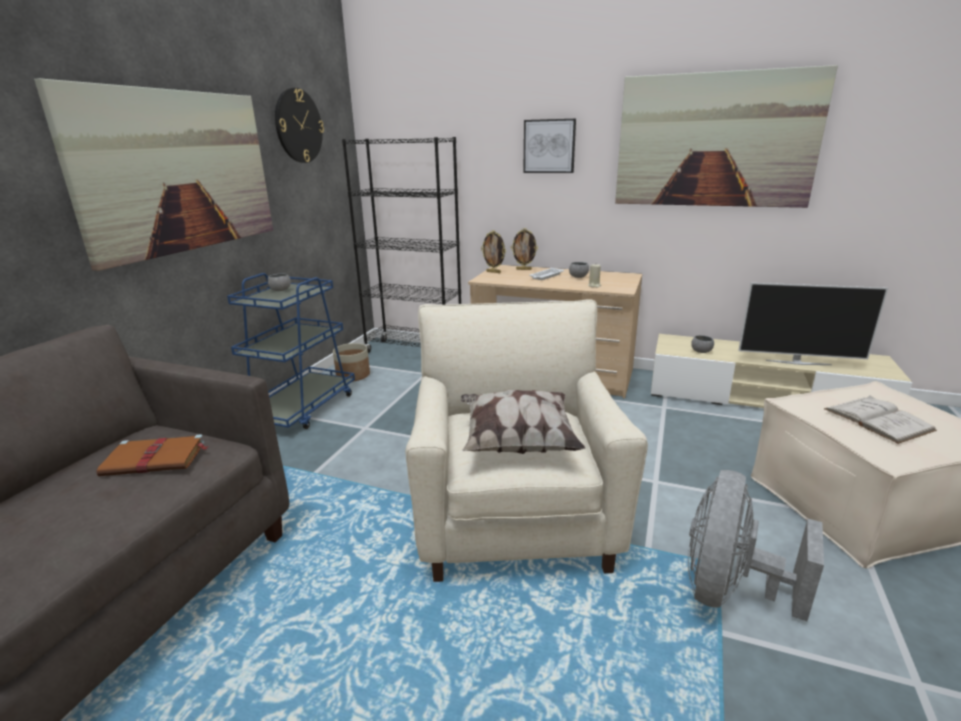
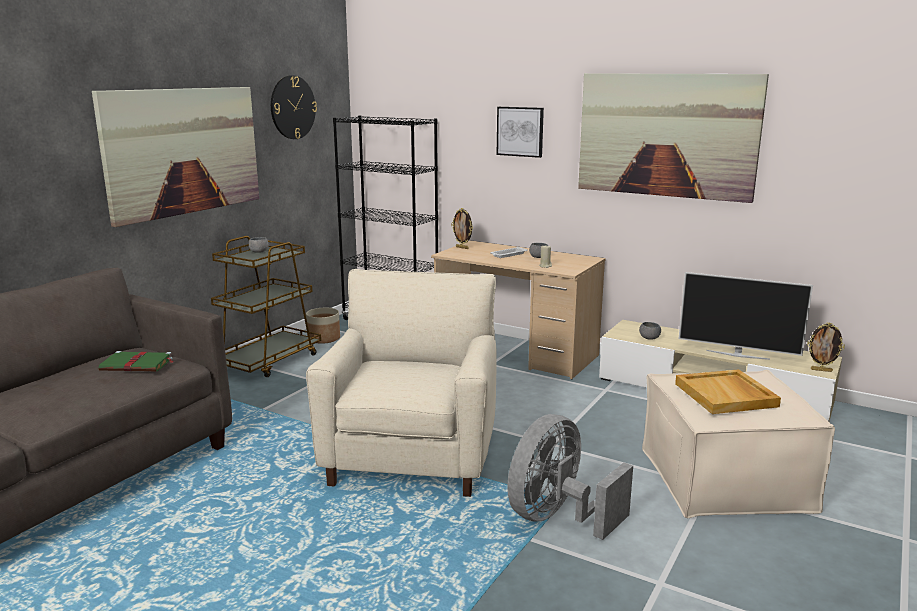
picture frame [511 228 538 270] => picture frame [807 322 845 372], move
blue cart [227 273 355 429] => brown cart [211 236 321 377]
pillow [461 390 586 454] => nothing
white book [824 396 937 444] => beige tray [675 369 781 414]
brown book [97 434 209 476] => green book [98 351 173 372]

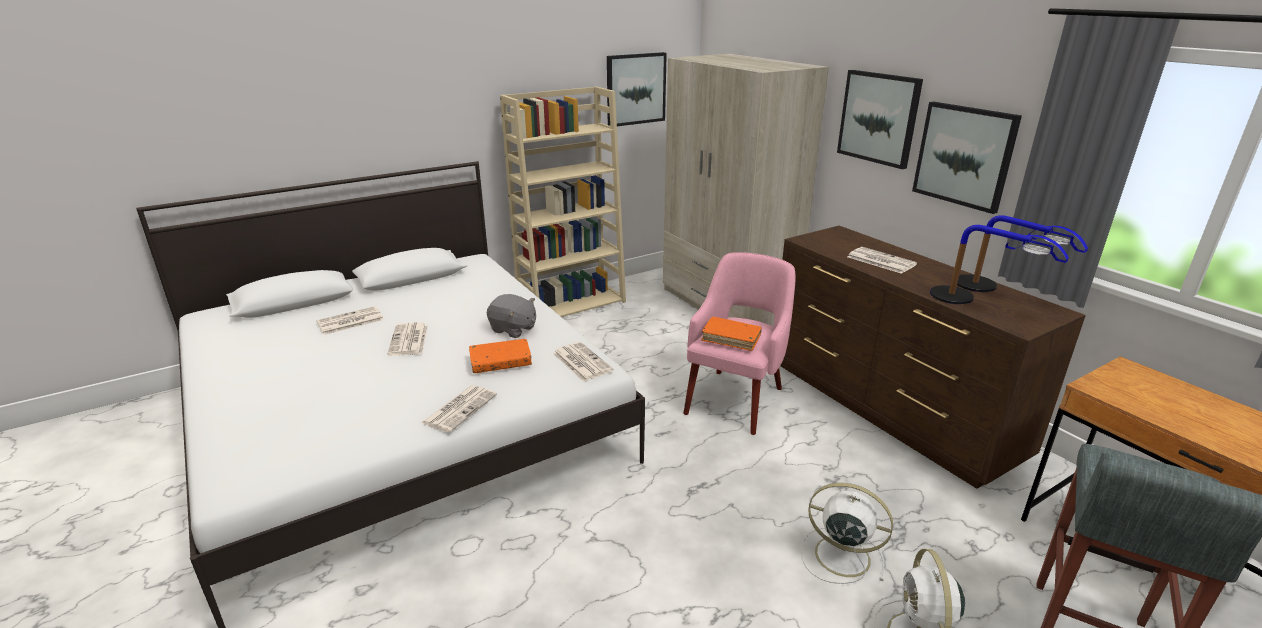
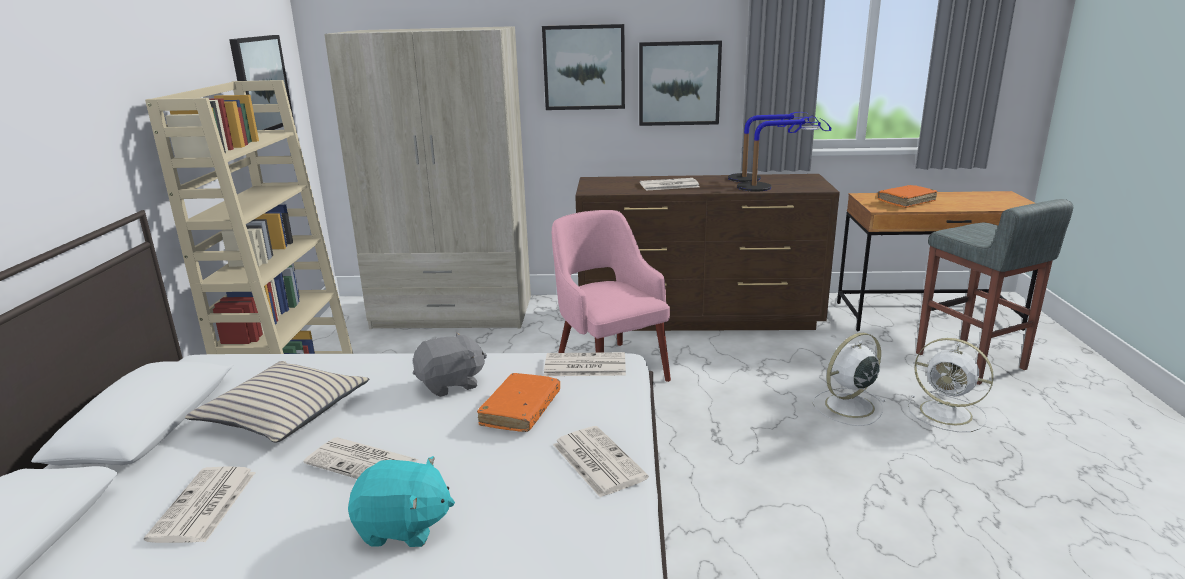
orange book [701 317 762 351] => orange book [877 185 938 208], move
nothing => beige pillow [185 361 369 443]
nothing => turquoise plush toy [348 456 455 547]

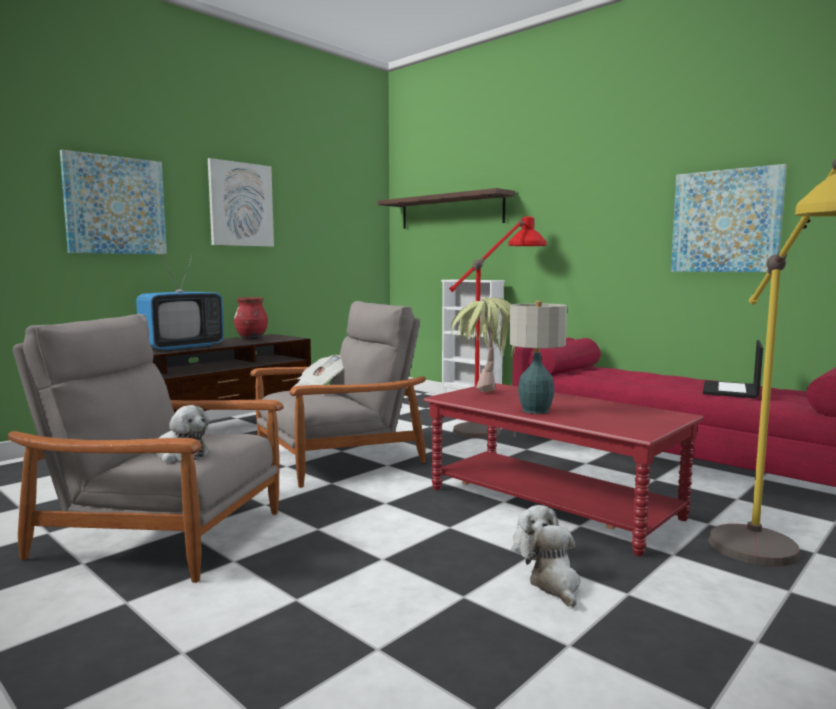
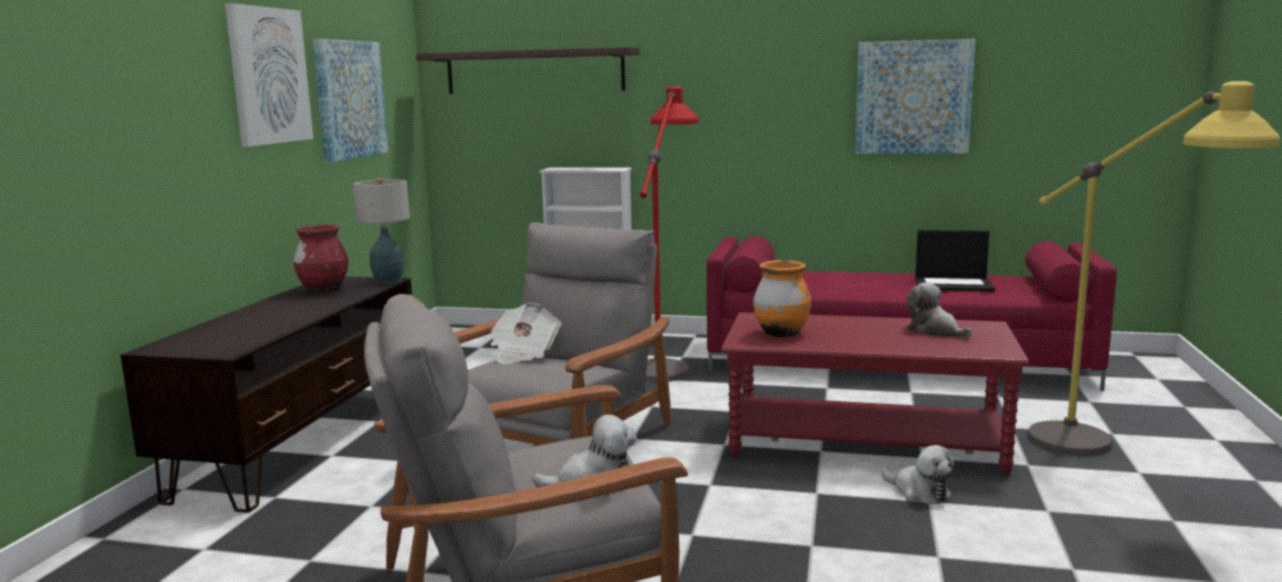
picture [60 150 167 254] => picture [313 39 388 162], move
television [136 255 224 351] => nothing
potted plant [451 297 515 392] => orange vase [753 260 811 337]
table lamp [509 301 567 414] => table lamp [353 178 410 284], move
laptop [703 340 763 398] => laptop [915 230 995 291], 75 degrees counterclockwise
plush toy [526 525 580 608] => plush toy [906 282 972 338], move

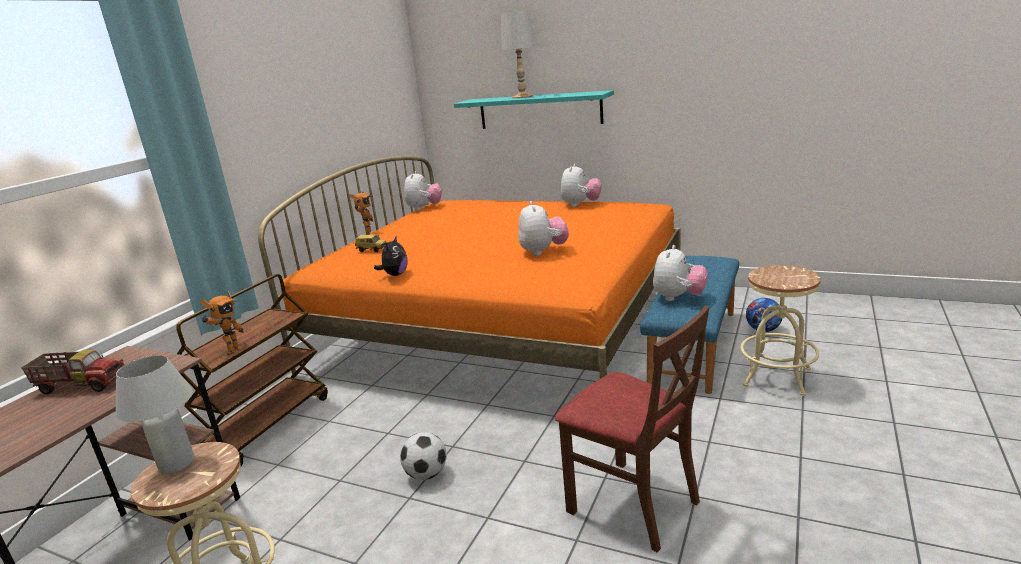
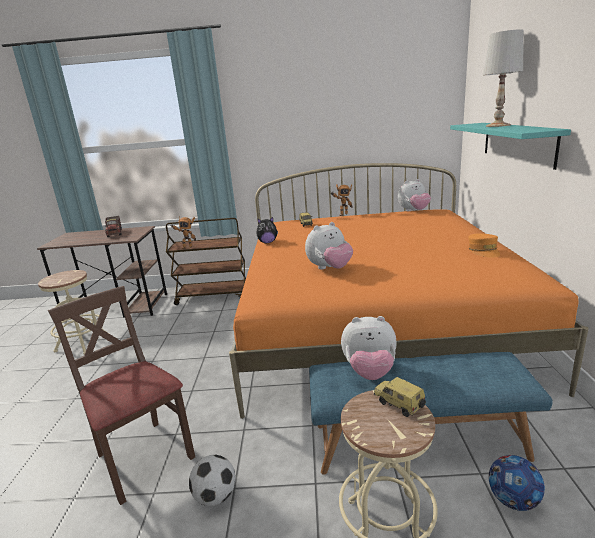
plush toy [561 163 601 207] => orange cap [468 233 500 258]
brown chair [555 306 709 553] => brown chair [48 286 195 505], 120 degrees clockwise
white table lamp [116 355 194 474] => nothing
football [400 432 447 480] => football [189 455 236 506], move
nothing => toy car [374 377 426 417]

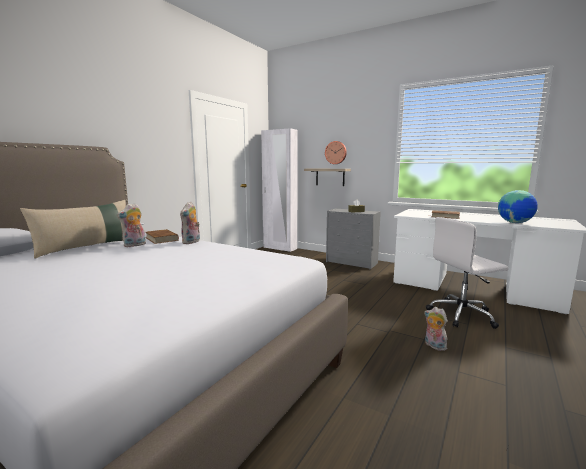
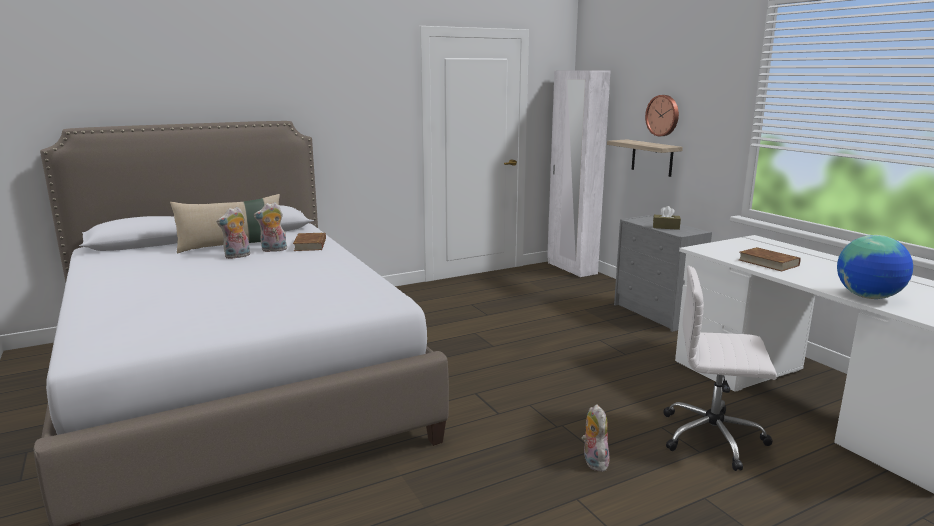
plush toy [180 202 200 244] => plush toy [217 207 250 259], move

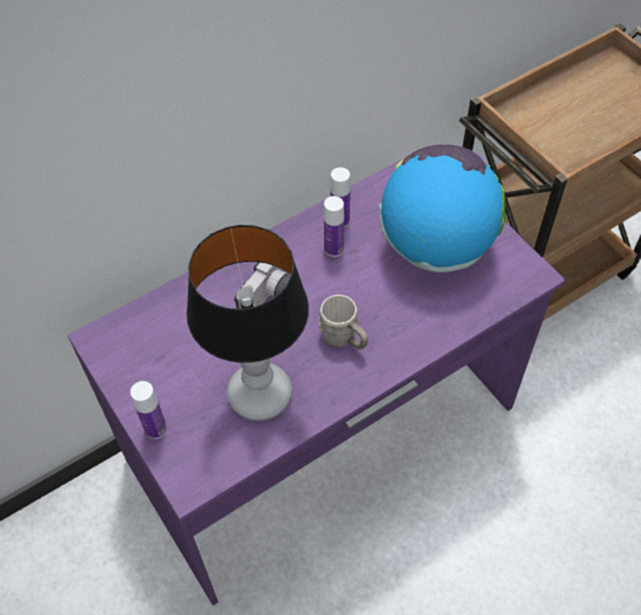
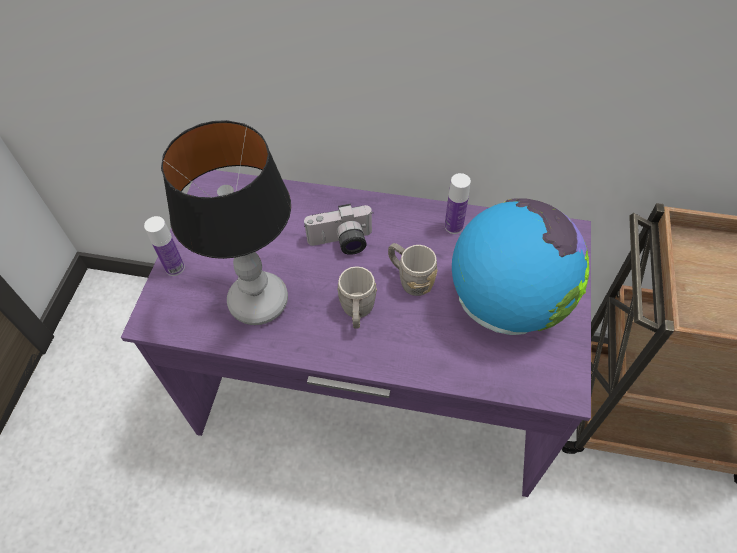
bottle [324 196 344 257] => nothing
nothing => grey mug [388 243 437 296]

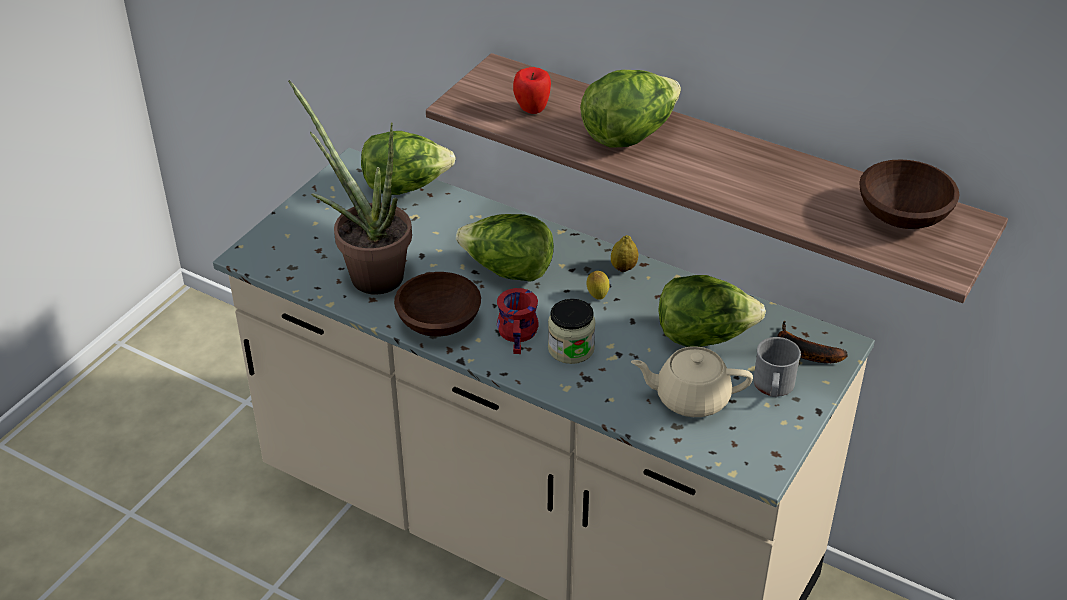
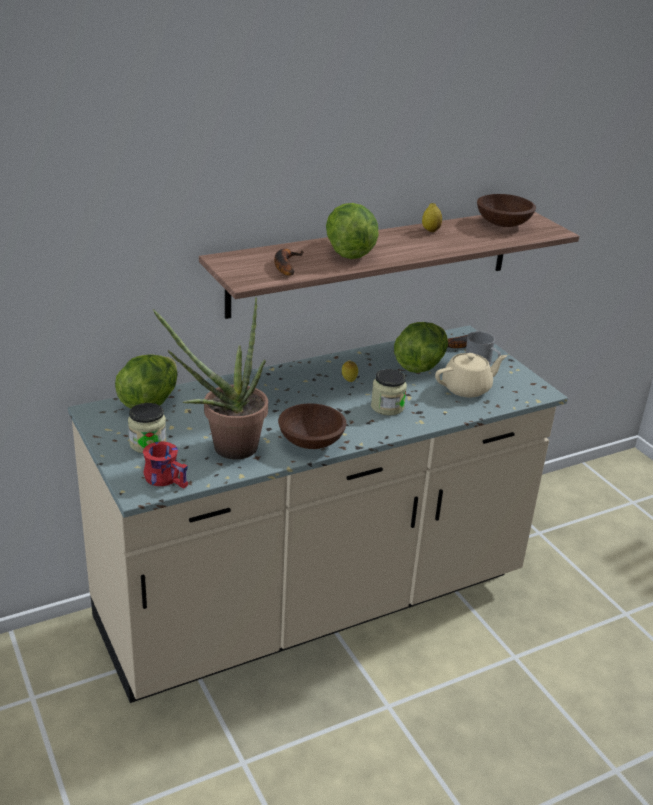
apple [513 67 551 114] => banana [274 249 304 275]
lettuce [456 214 554 281] => nothing
lemon [611 235 638 272] => lemon [422 203 442 232], move
red mug [497 288 539 354] => red mug [143 441 188 488], move
beige teapot [631 346 753 417] => beige teapot [435 353 507 397], 150 degrees counterclockwise
nothing => jar [128 403 167 453]

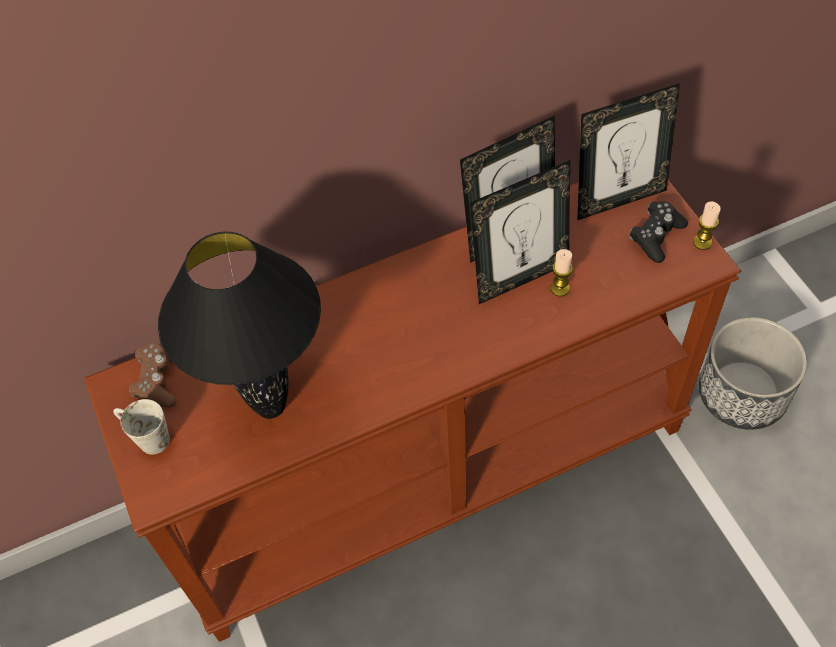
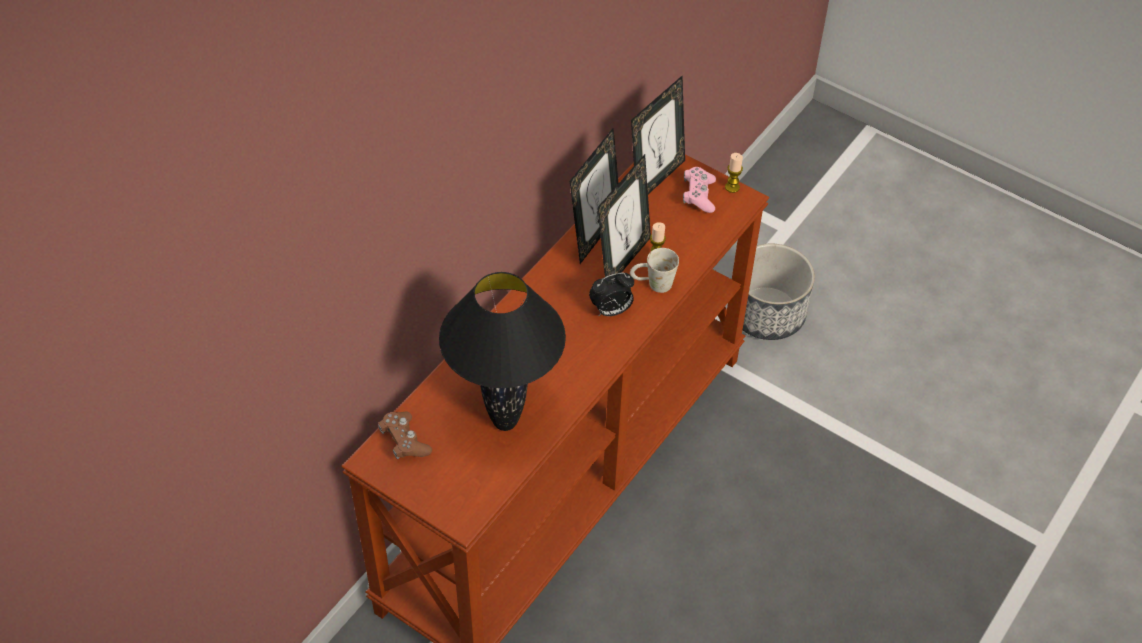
black game controller [630 201 688 263] => pink game controller [683 167 716 213]
white mug [113 399 170 455] => white mug [630 248 679 293], move
nothing => alarm clock [589 272 634 316]

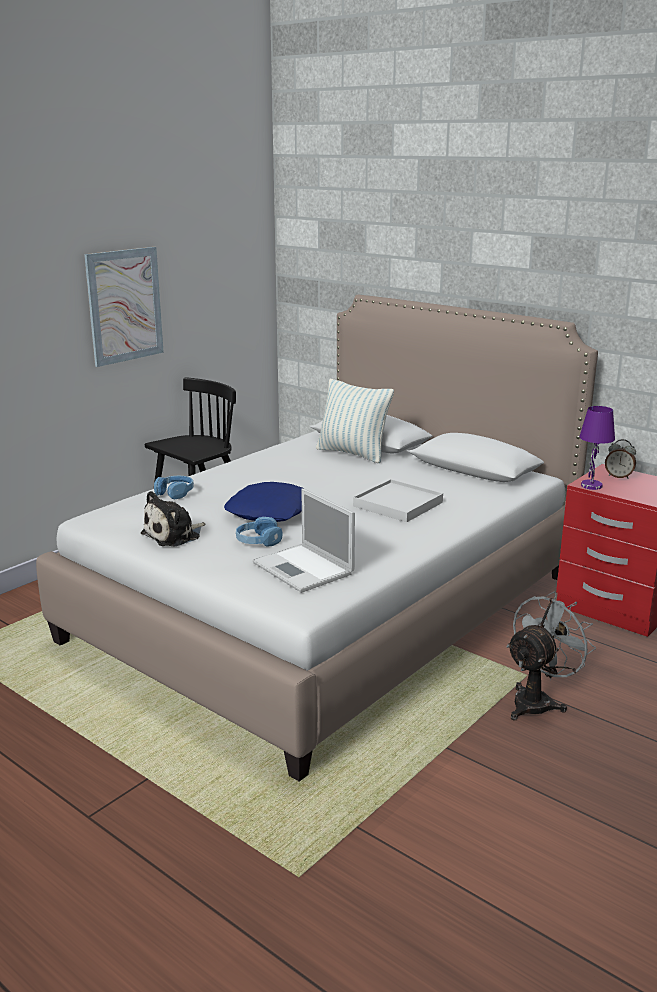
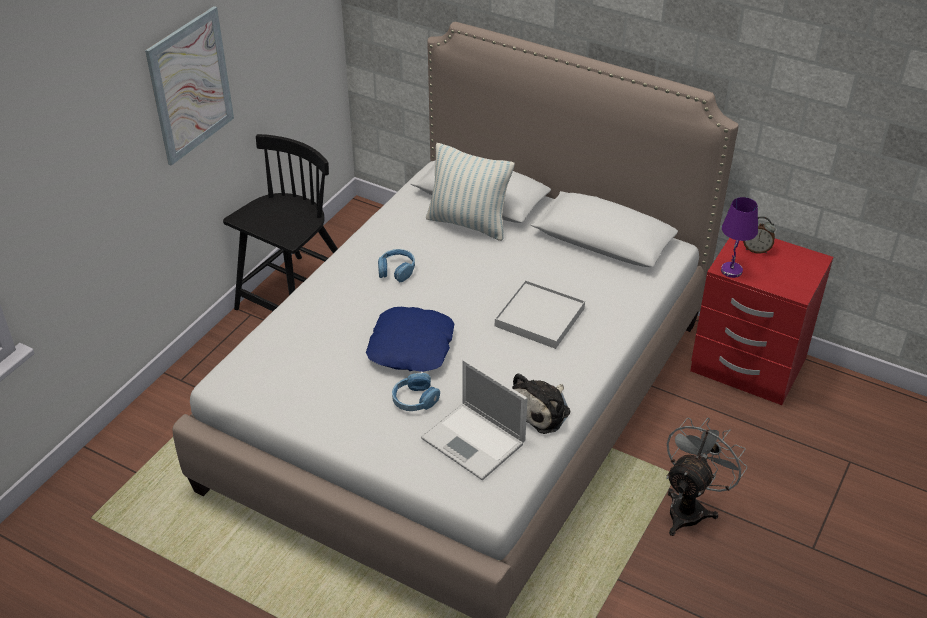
blue headphones [154 476 194 499] => blue headphones [378 249 415 282], move
plush toy [141 491 205 547] => plush toy [512 373 570 434], move

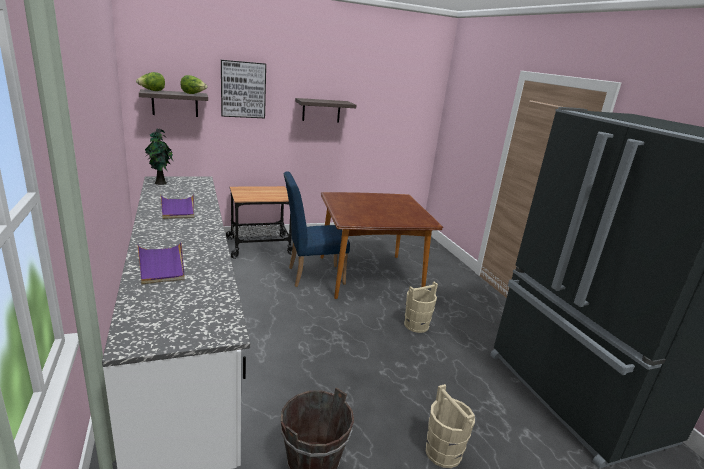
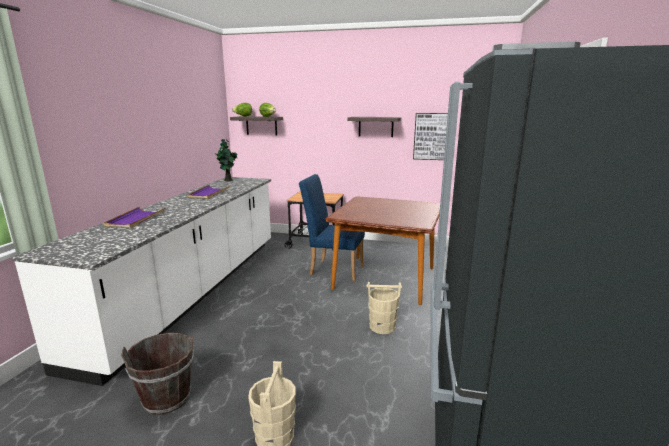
picture [221 60 266 118] => picture [413 113 448 160], move

